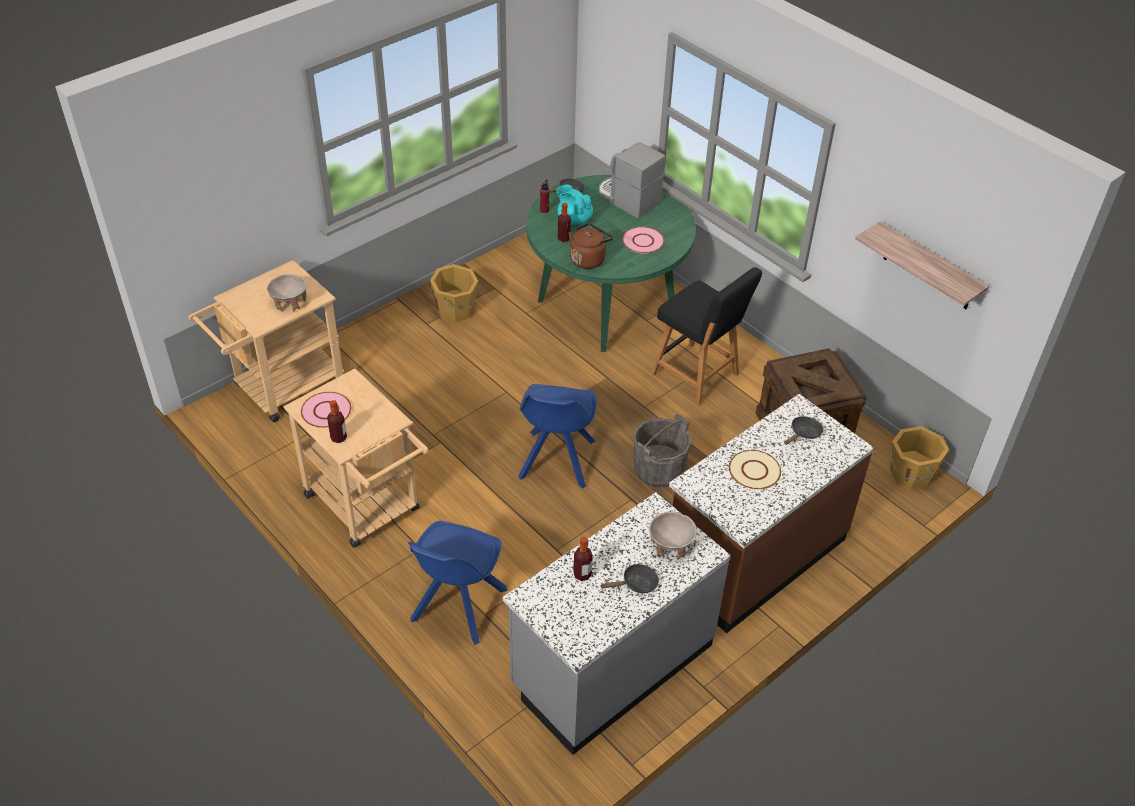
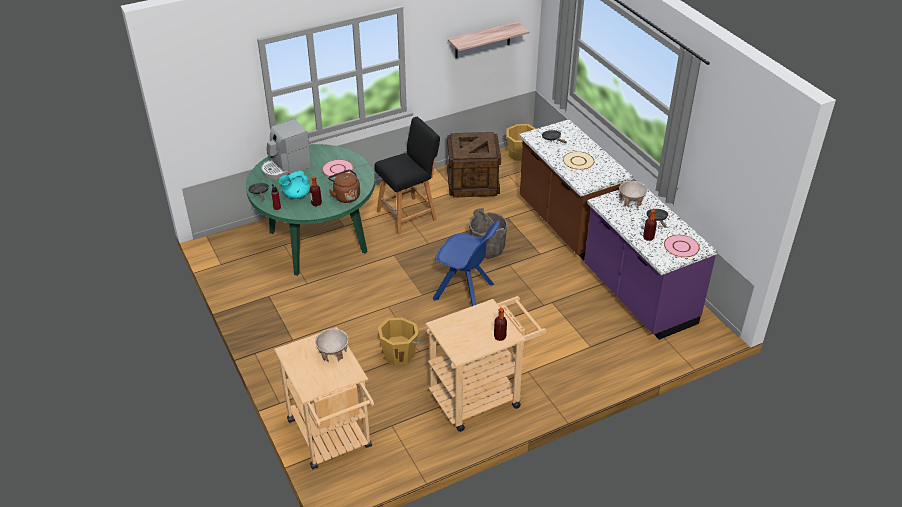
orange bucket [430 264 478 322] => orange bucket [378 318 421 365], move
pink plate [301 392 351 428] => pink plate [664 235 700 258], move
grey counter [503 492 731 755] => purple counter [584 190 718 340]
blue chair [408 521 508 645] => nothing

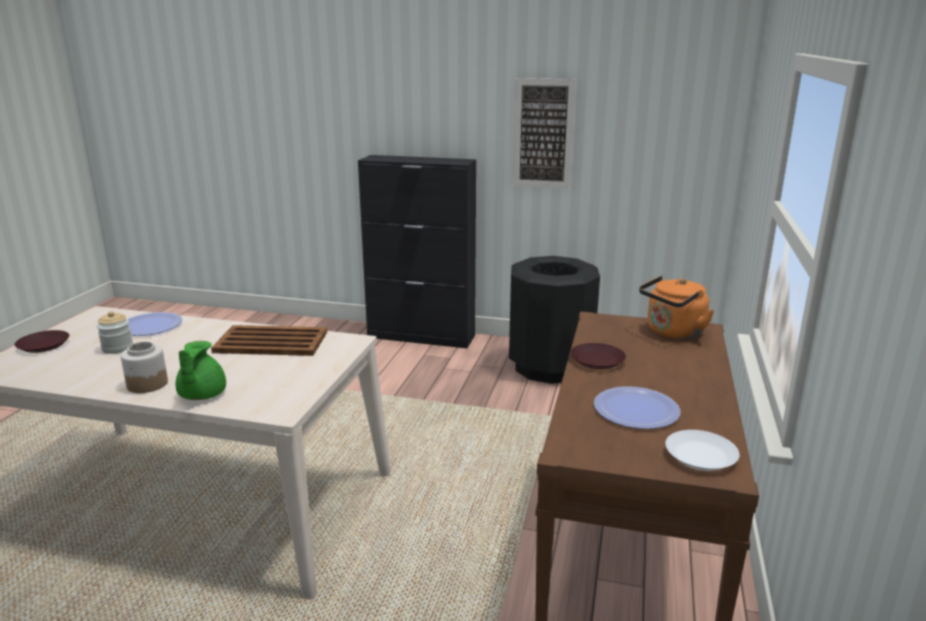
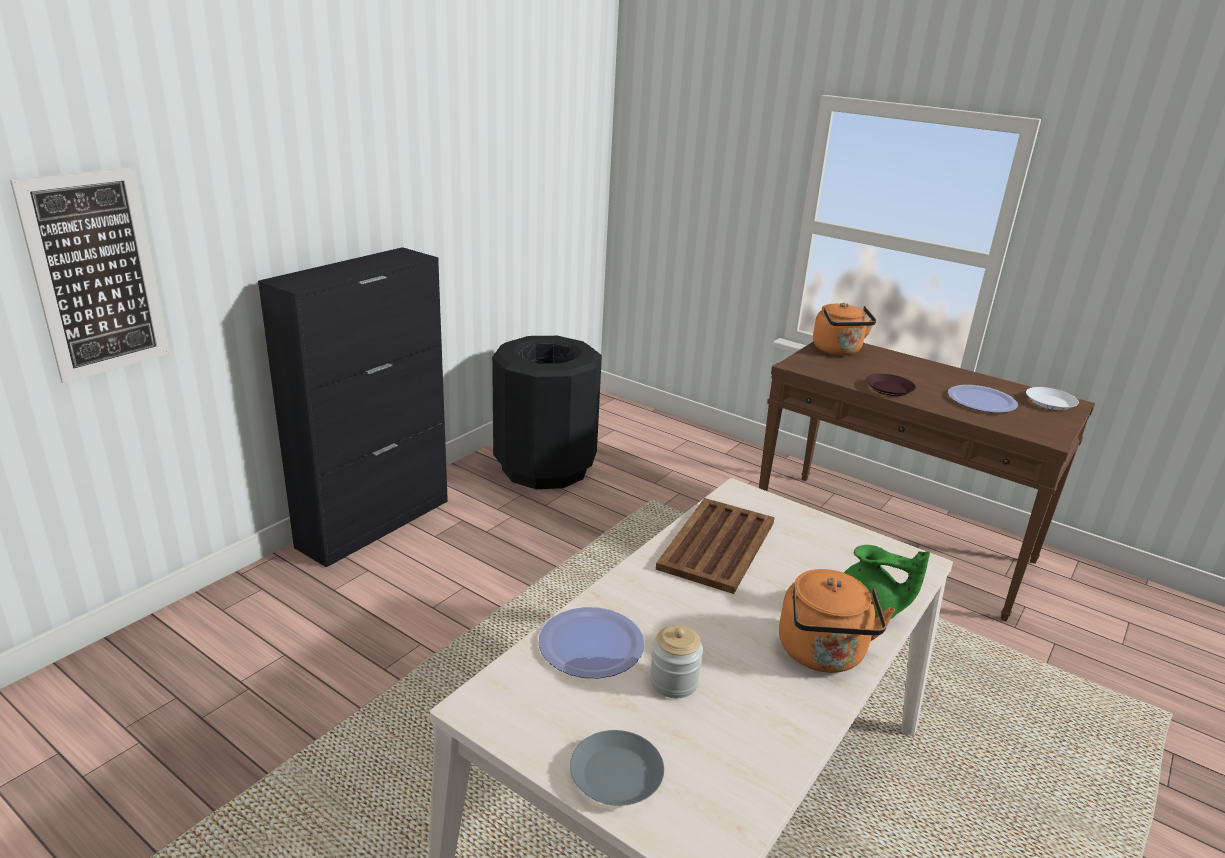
picture [513 78 576 188] => picture [10 167 170 383], move
brown plate [14 330 69 353] => grey plate [570 730 664 806]
jar [121 342 168 393] => orange kettle [779 569 895 673]

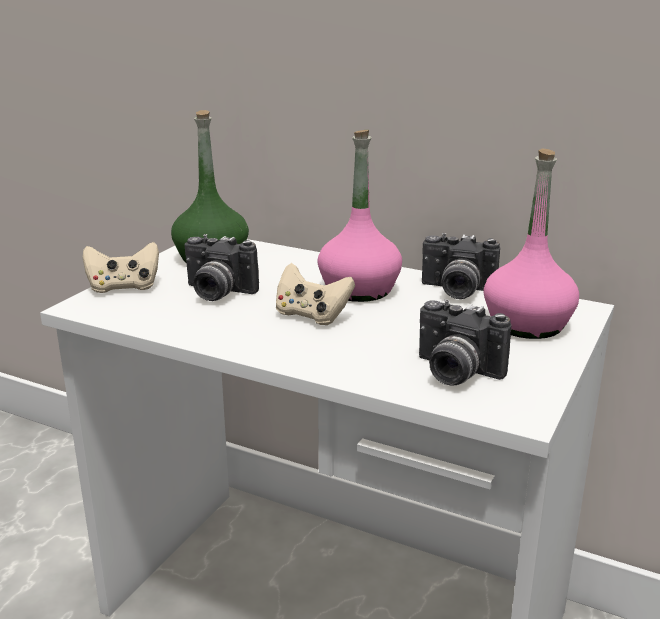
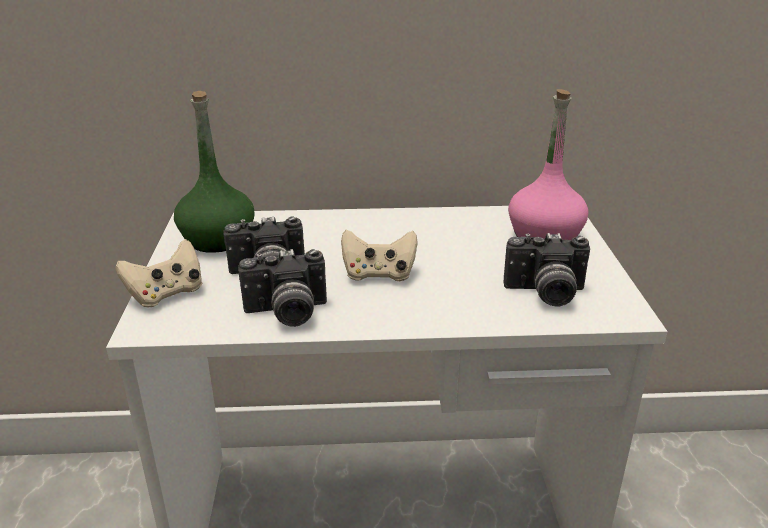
pink bottle [317 130 402 302] => nothing
photo camera [422 233 500 299] => photo camera [238 249 327 327], move

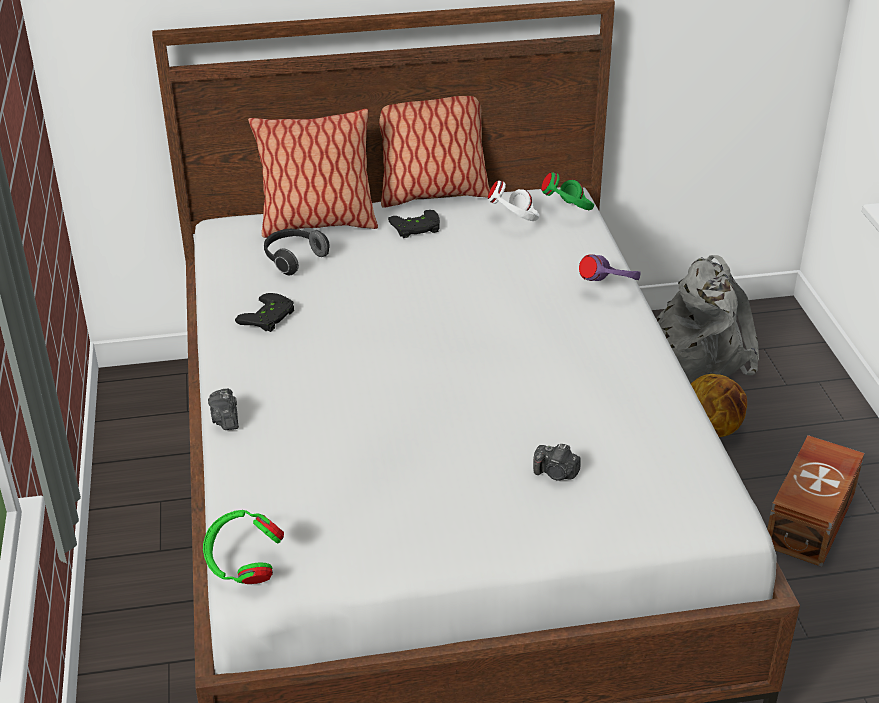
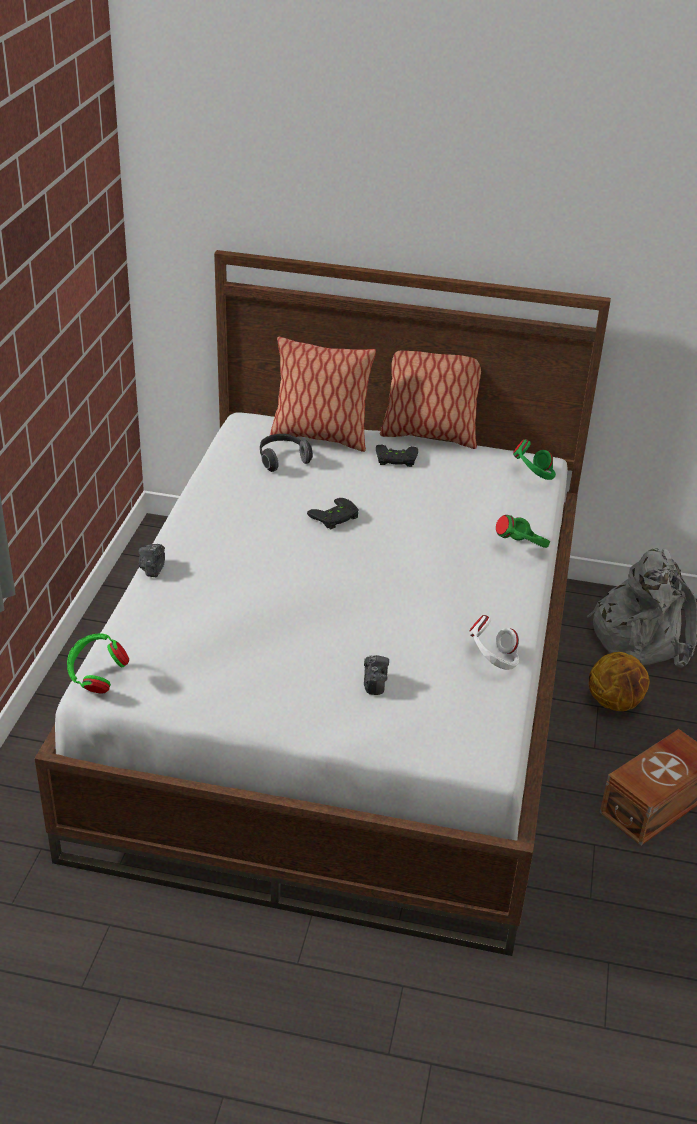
white headphones [488 180 539 221] => white headphones [469 615 519 670], move
purple headphones [579 255 641 281] => green headphones [496 515 550 548]
black game controller [235 293 294 332] => black game controller [307 498 359 529], move
photo camera [533 444 581 481] => photo camera [364 655 389 695], 135 degrees counterclockwise

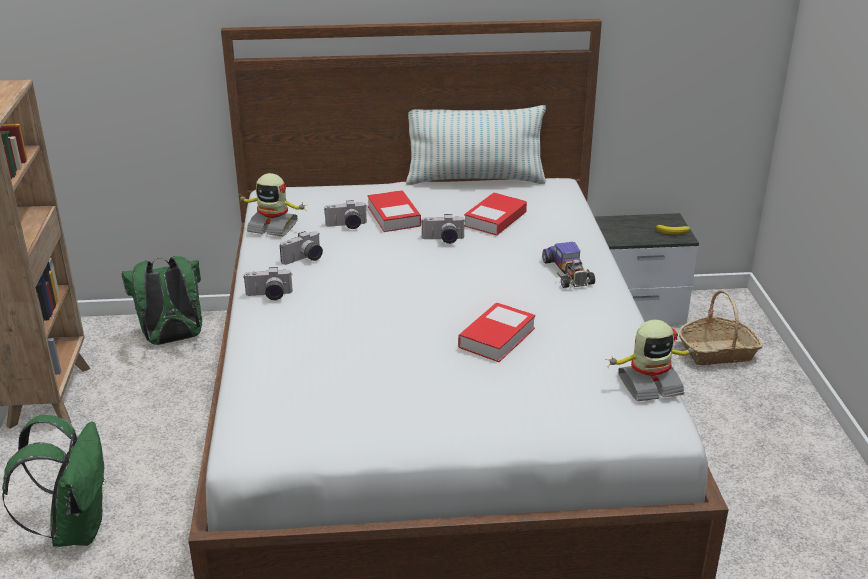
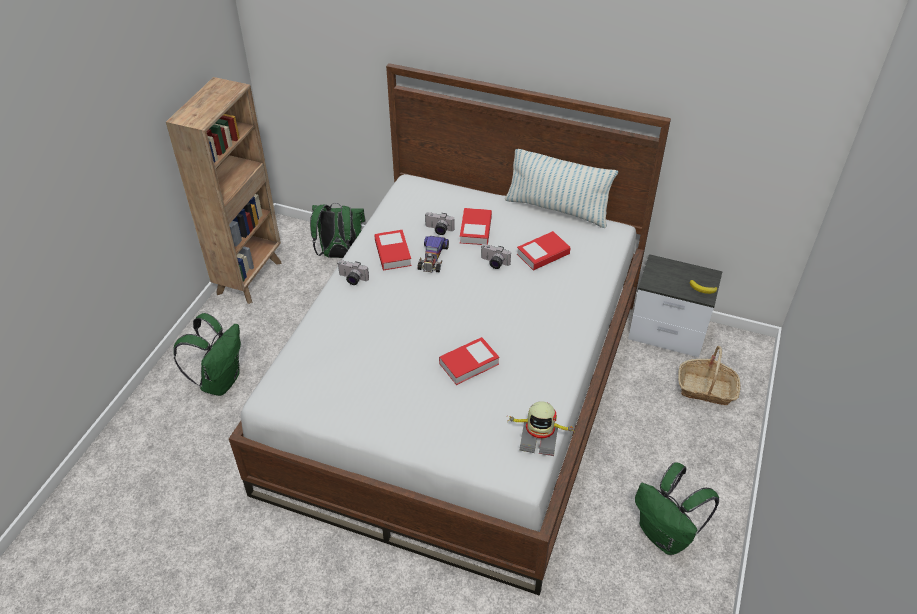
toy robot [237 173 306 237] => nothing
photo camera [280 231 323 265] => book [374 230 412 270]
toy car [542 242 595 288] => toy car [417 236 449 272], move
nothing => green backpack [635 462 719 555]

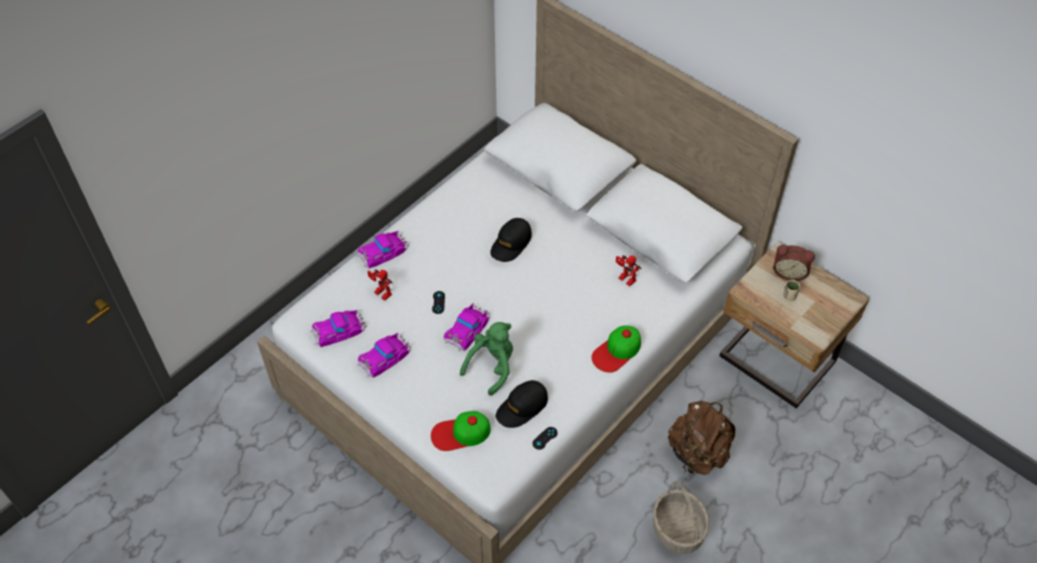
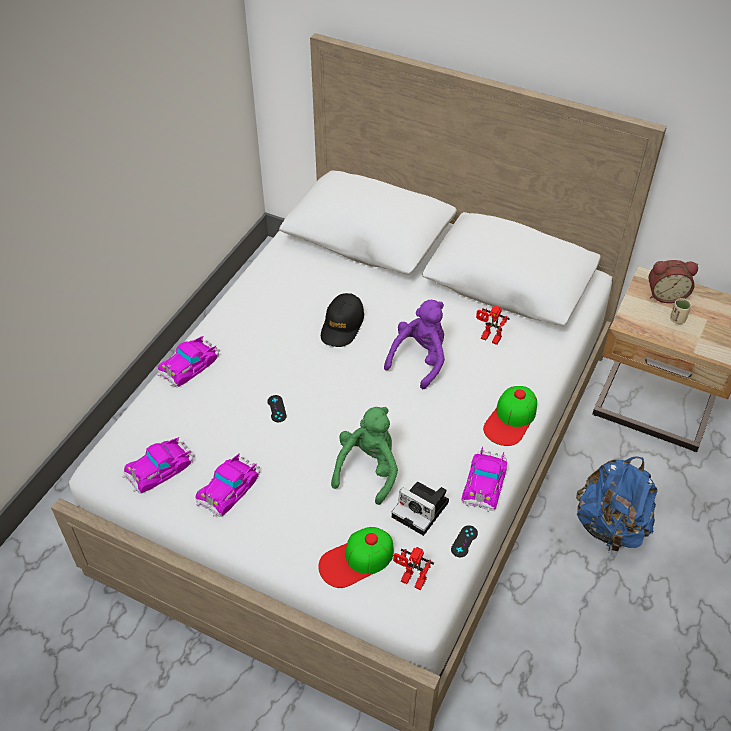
toy robot [368 269 393 301] => toy robot [393 547 434 590], move
toy car [444 303 490 351] => toy car [462 447 507 512], move
black cap [496 380 548 428] => photo camera [392 482 449 536]
brown backpack [668 401 735 475] => blue backpack [576 456 658 551]
basket [653 481 709 554] => nothing
nothing => purple plush toy [384 300 445 389]

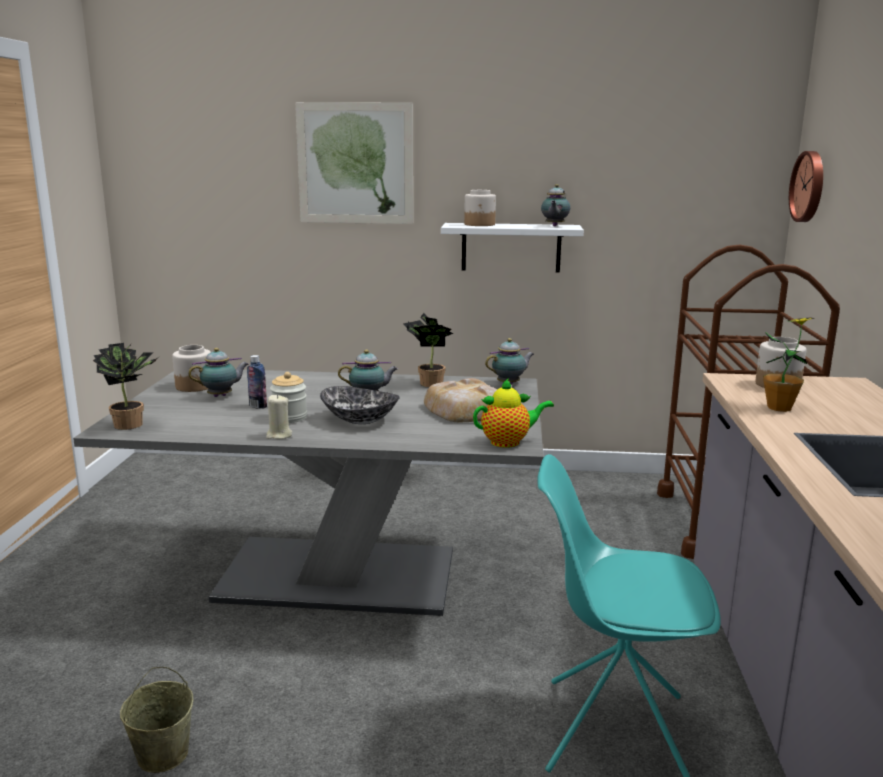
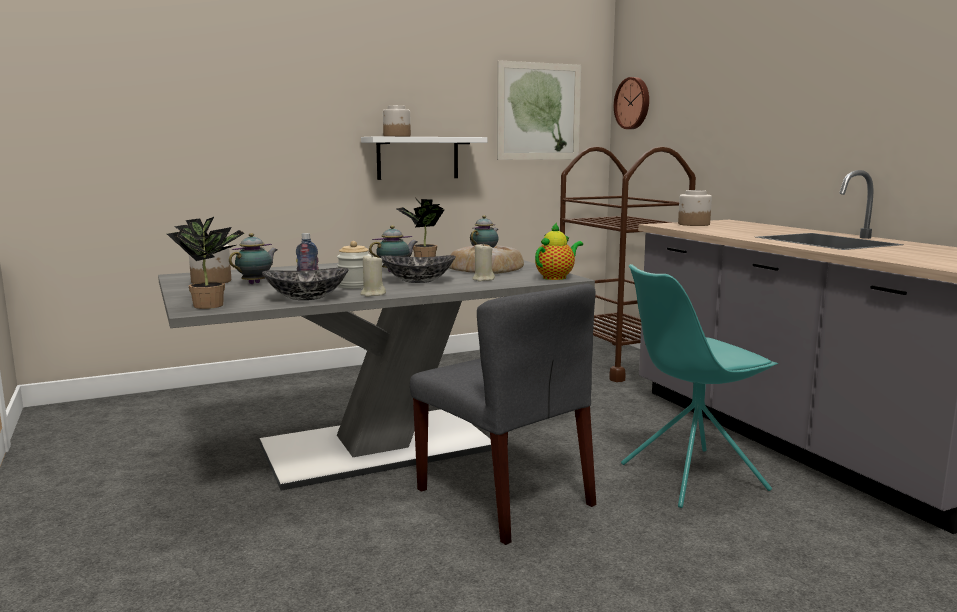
picture [295 102 413 224] => picture [497 60 581 160], move
teapot [541 184 570 227] => nothing
potted plant [763 317 814 412] => nothing
beige bucket [120 667 193 773] => nothing
nothing => beige candle [472 243 495 281]
nothing => bowl [262 267 349 300]
nothing => grey chair [410 283 596 545]

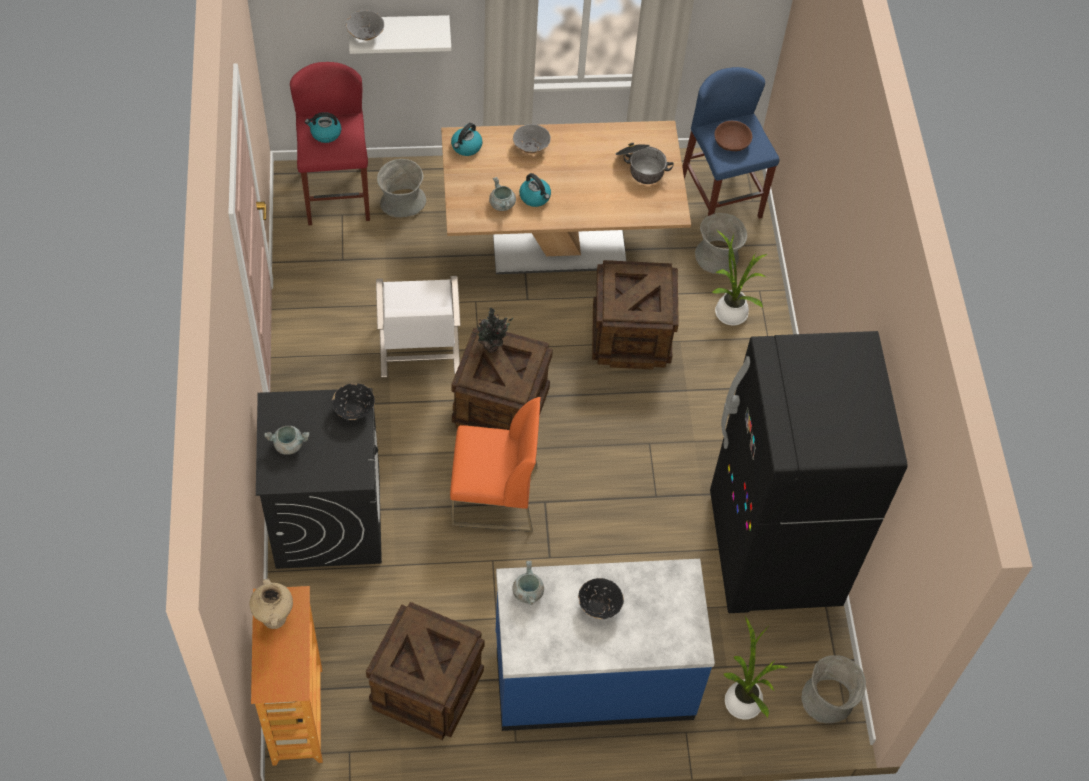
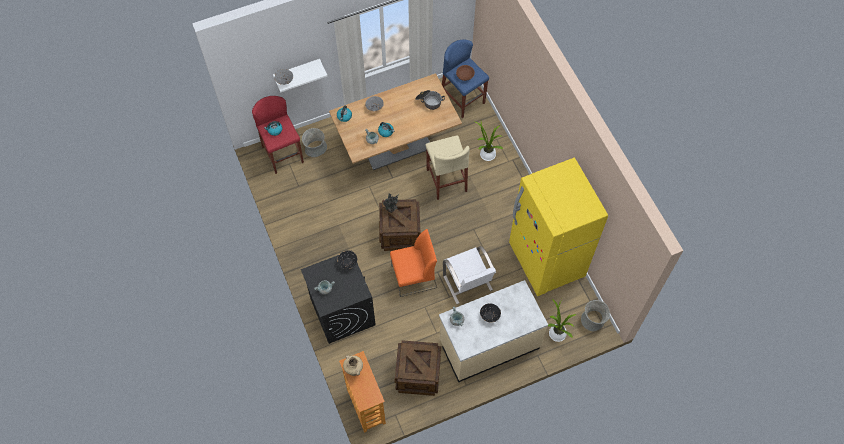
grey vase [695 213 747 274] => nothing
crate [592 260 679 370] => beige stool [426 135 470 200]
white chair [376 276 461 377] => white chair [443 246 496 304], move
black fridge [710 331 908 613] => yellow fridge [509 157 608 296]
blue counter [496 559 715 731] => beige counter [439 280 548 383]

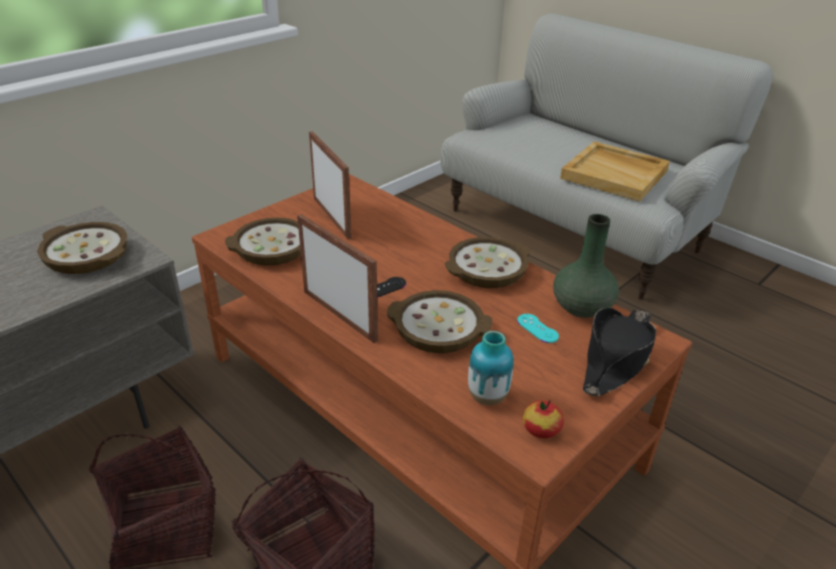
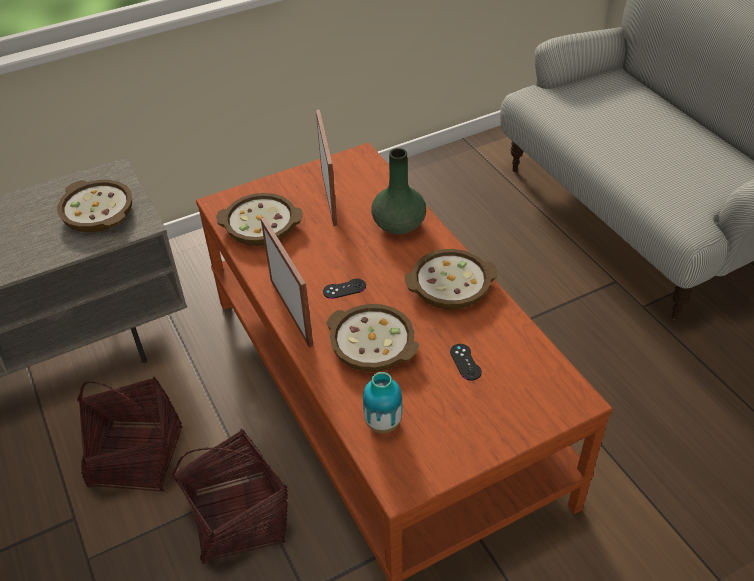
beige tray [560 141 670 202] => nothing
green vase [553 214 619 318] => green vase [371 148 426 235], move
black hat [582 308 656 396] => nothing
turquoise game controller [517 314 559 343] => black game controller [450 344 482 381]
apple [523 400 564 438] => nothing

